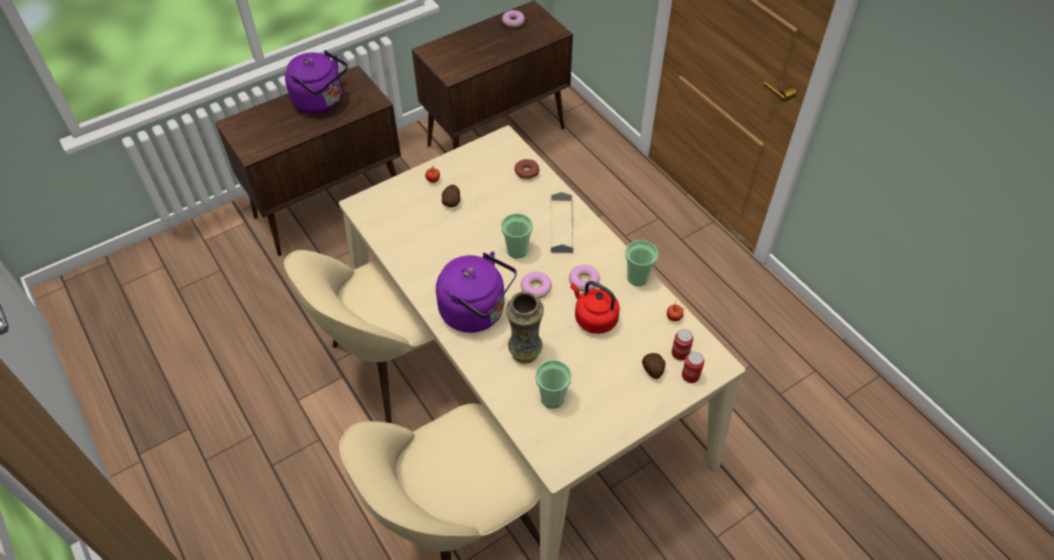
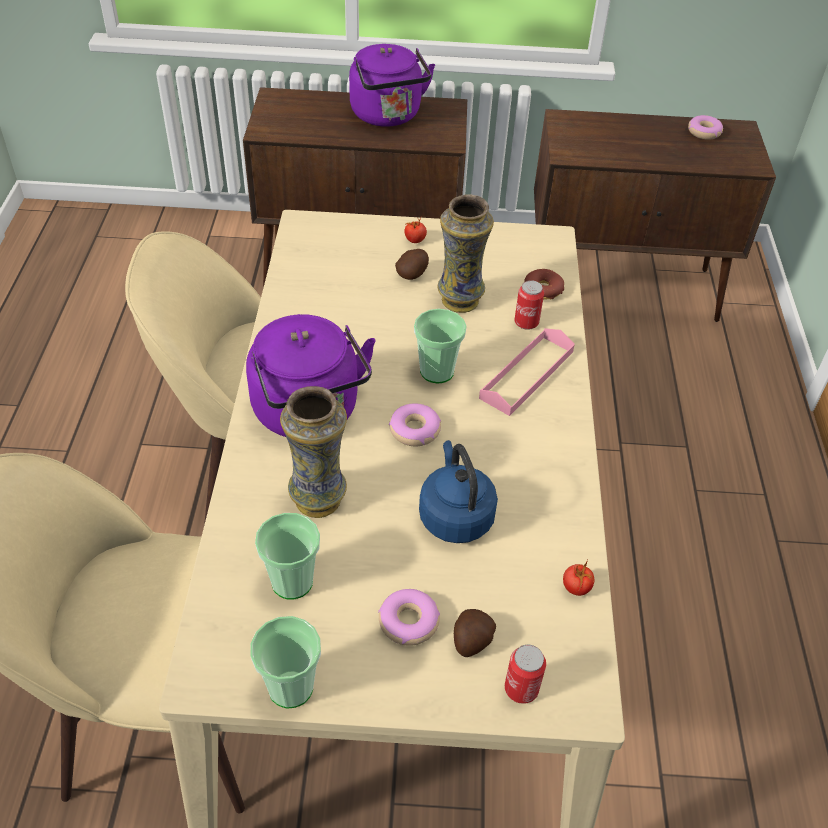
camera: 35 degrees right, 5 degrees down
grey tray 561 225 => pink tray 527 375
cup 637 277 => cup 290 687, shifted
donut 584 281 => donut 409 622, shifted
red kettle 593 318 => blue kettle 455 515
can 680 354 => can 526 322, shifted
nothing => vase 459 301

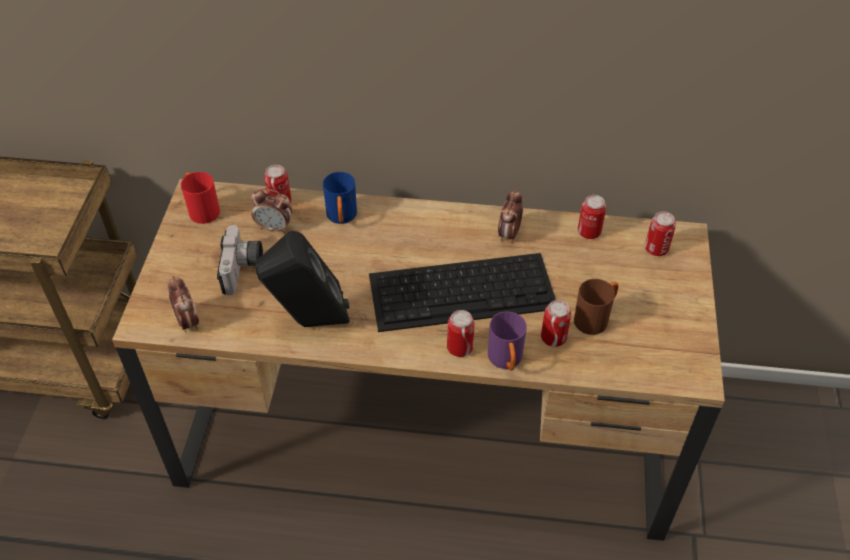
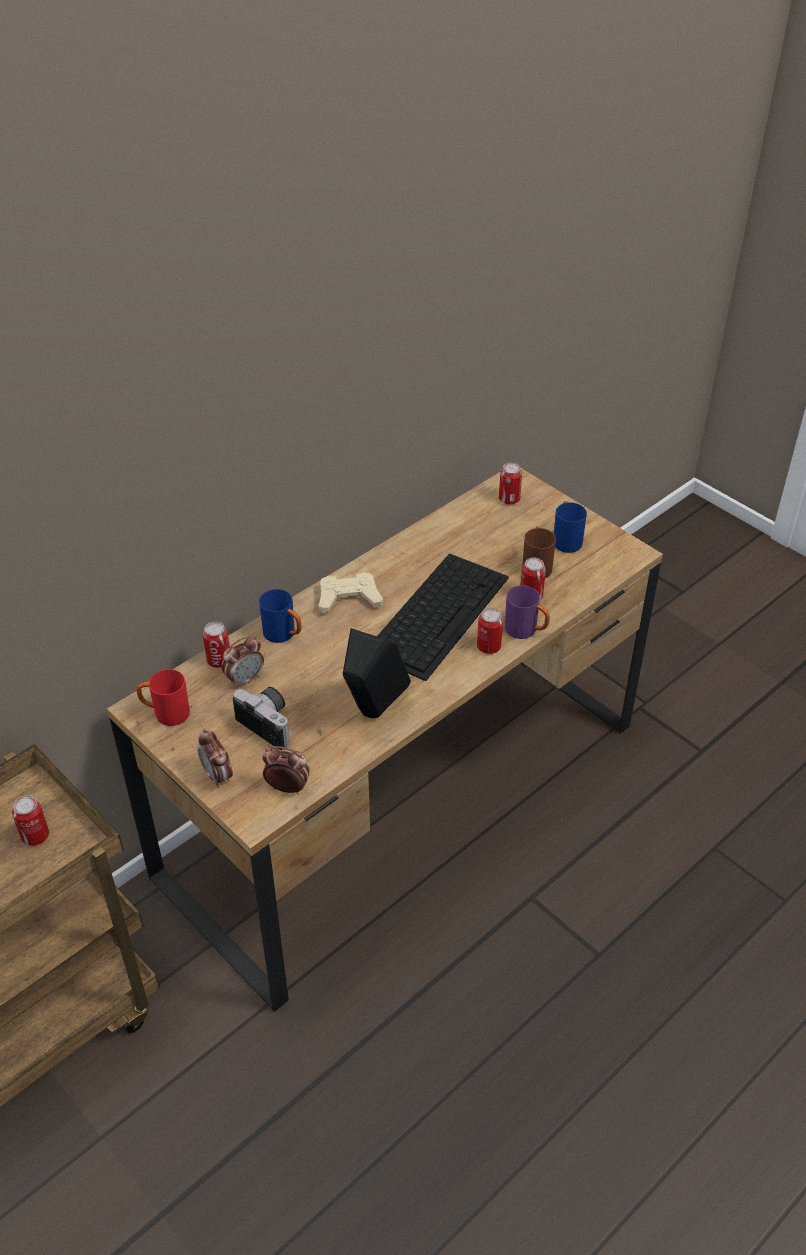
camera: 50 degrees left, 5 degrees down
alarm clock 509 234 => alarm clock 218 776, shifted
can 589 232 => can 35 836, shifted
nothing => blue mug 566 539
nothing => beige game controller 349 598

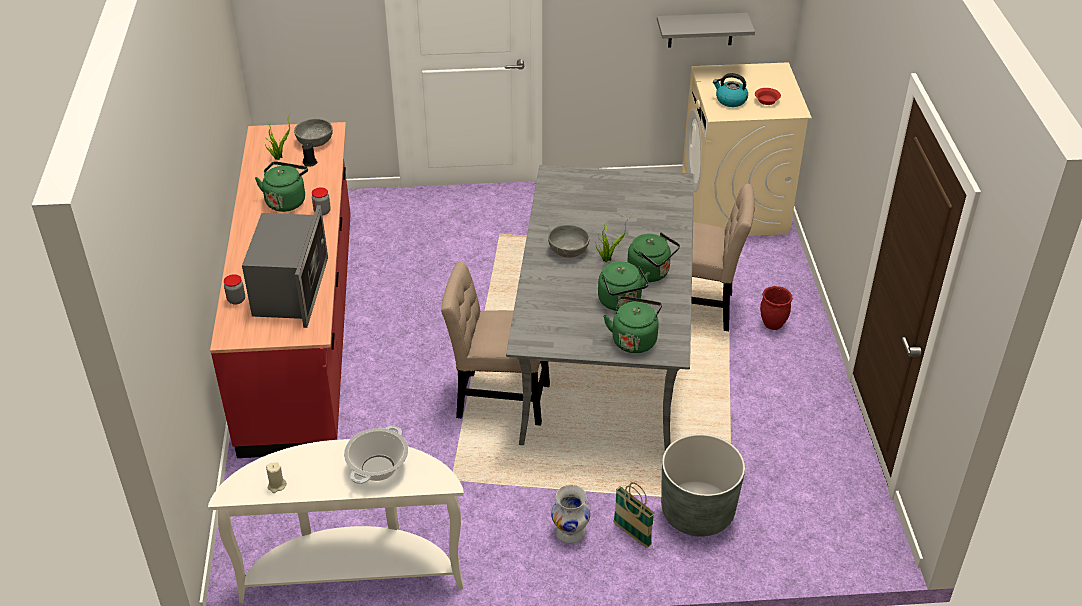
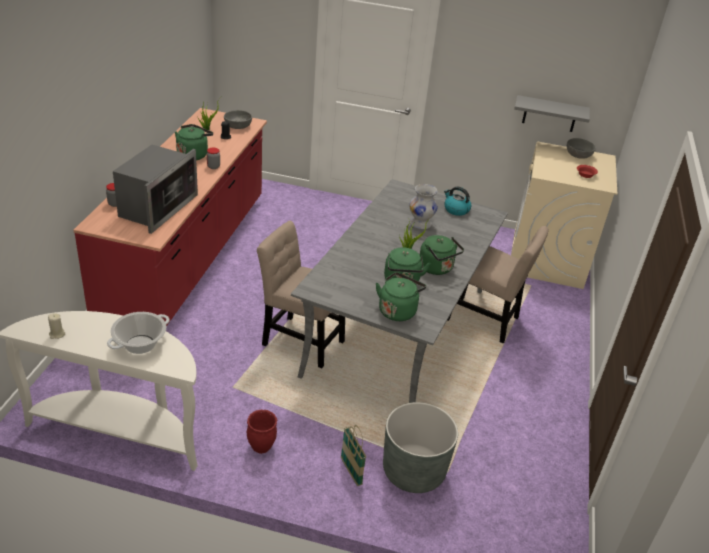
camera: 15 degrees right, 5 degrees down
kettle 730 100 => kettle 456 210, shifted
grey bowl 568 249 => grey bowl 578 154, shifted
red planter 773 324 => red planter 262 447, shifted
white vase 569 532 => white vase 420 223, shifted

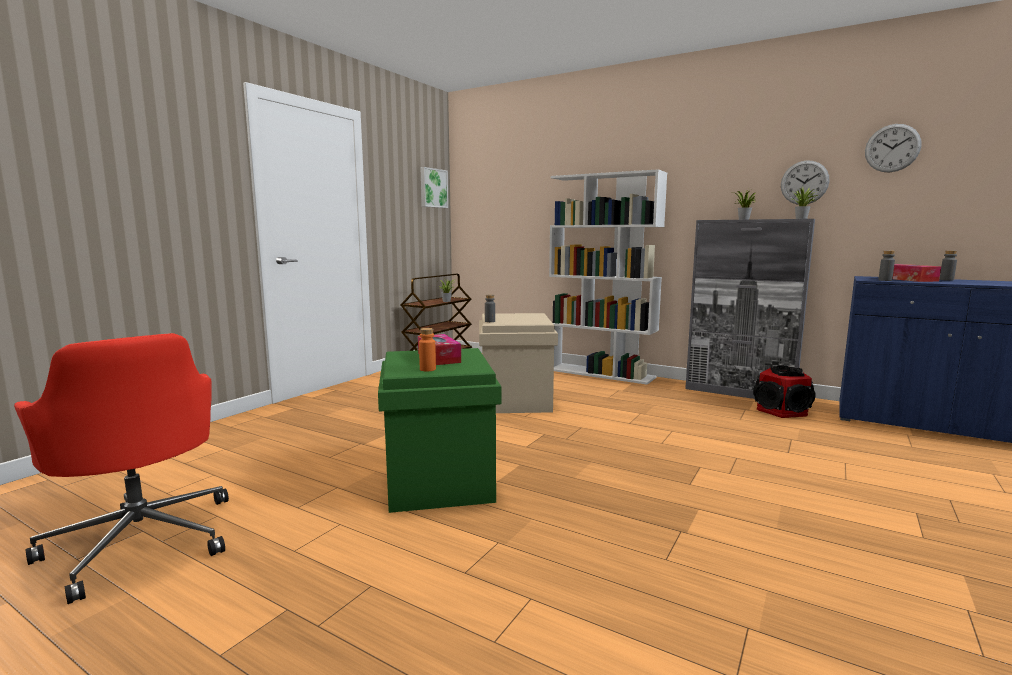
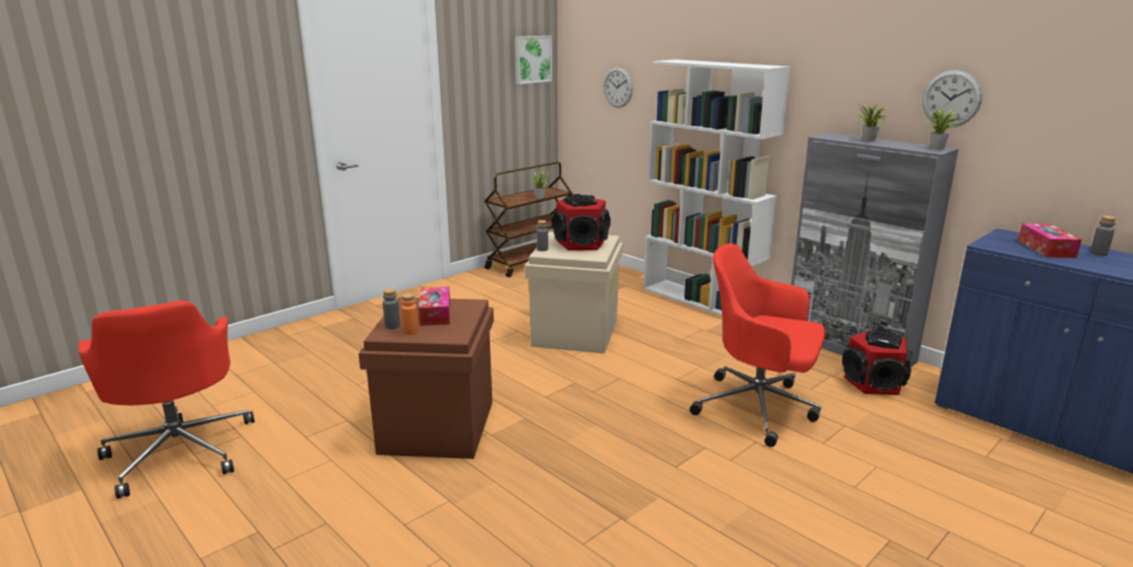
camera: 15 degrees right, 10 degrees up
wall clock 892 148 => wall clock 618 87, shifted
grey bottle 885 280 => grey bottle 392 326, shifted
green storage box 440 481 => brown storage box 438 427
nothing => speaker 582 244
nothing => red office chair 758 408

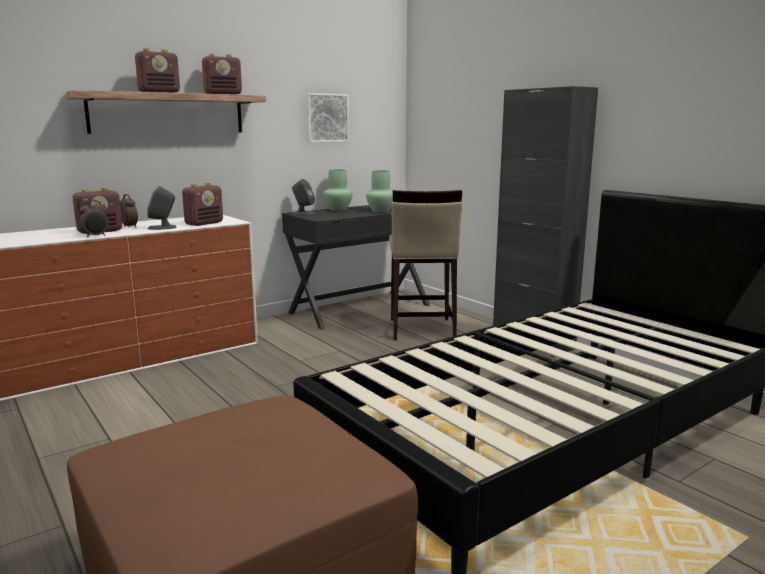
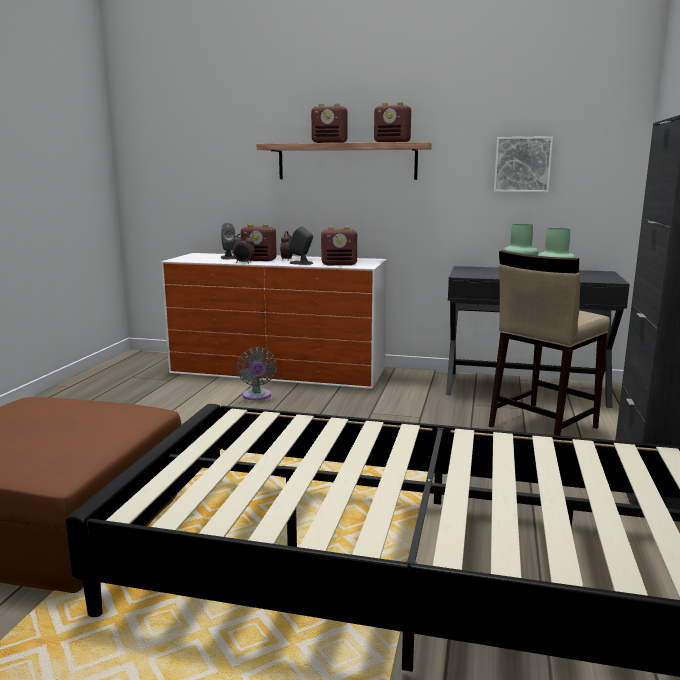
camera: 50 degrees right, 0 degrees up
grey speaker 303 213 => grey speaker 228 257, shifted
nothing => grey fan 257 396

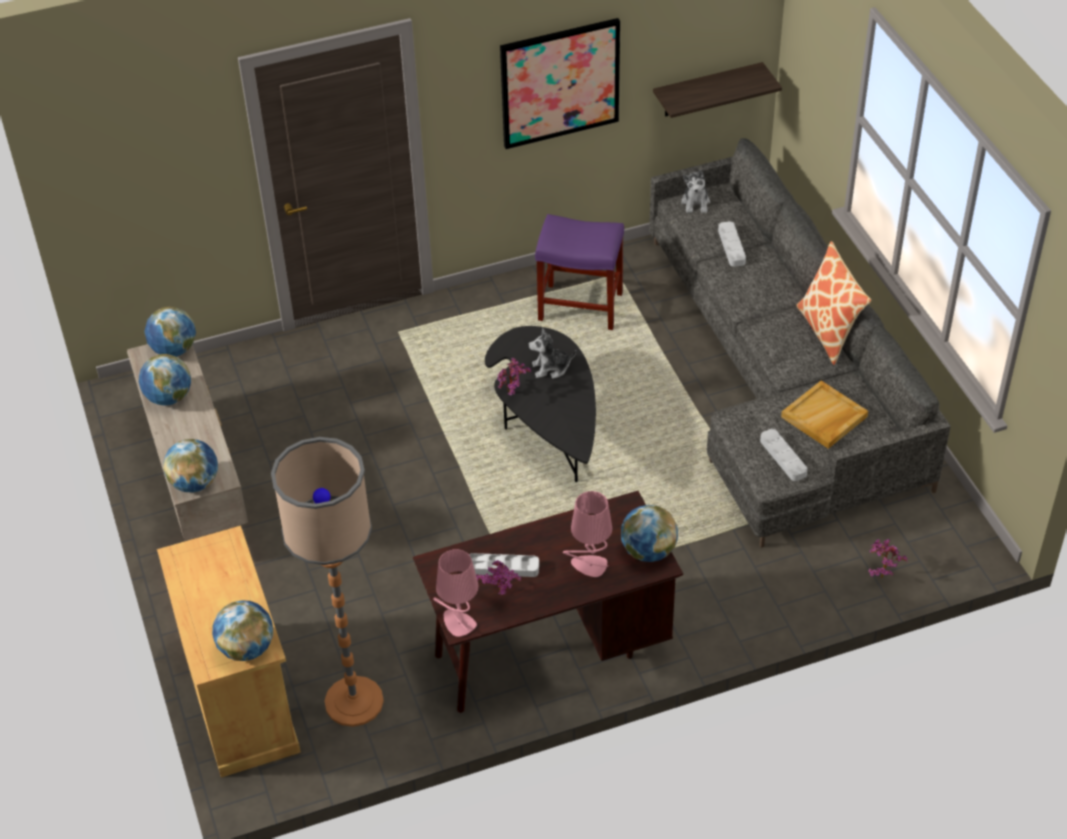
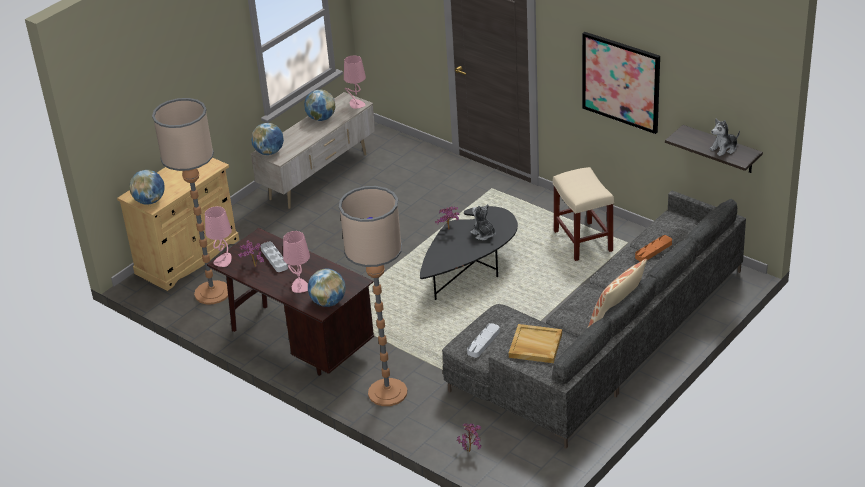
camera: 60 degrees right, 10 degrees down
plush toy 696 202 => plush toy 724 149, shifted
purple stool 579 307 => beige stool 582 241
grey tray 731 246 => orange tray 653 250
globe 174 350 => pink table lamp 356 104
nothing => floor lamp 387 393

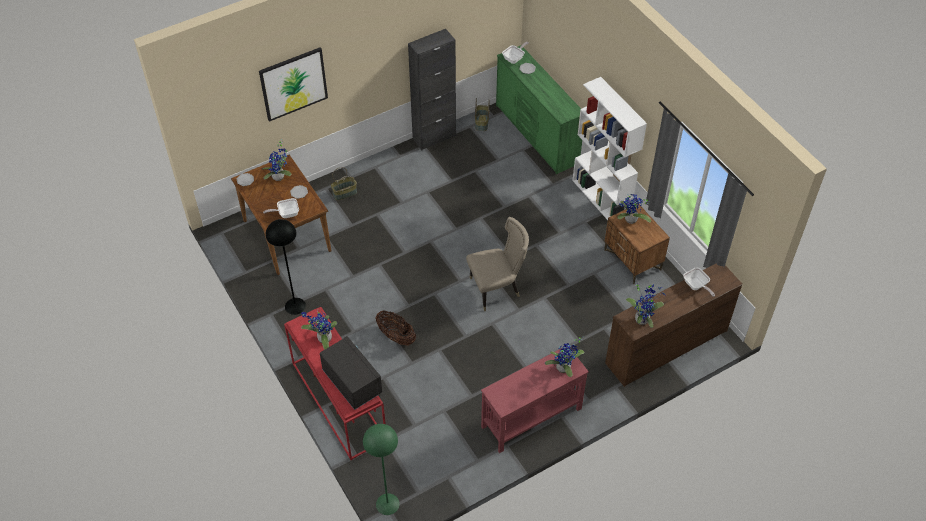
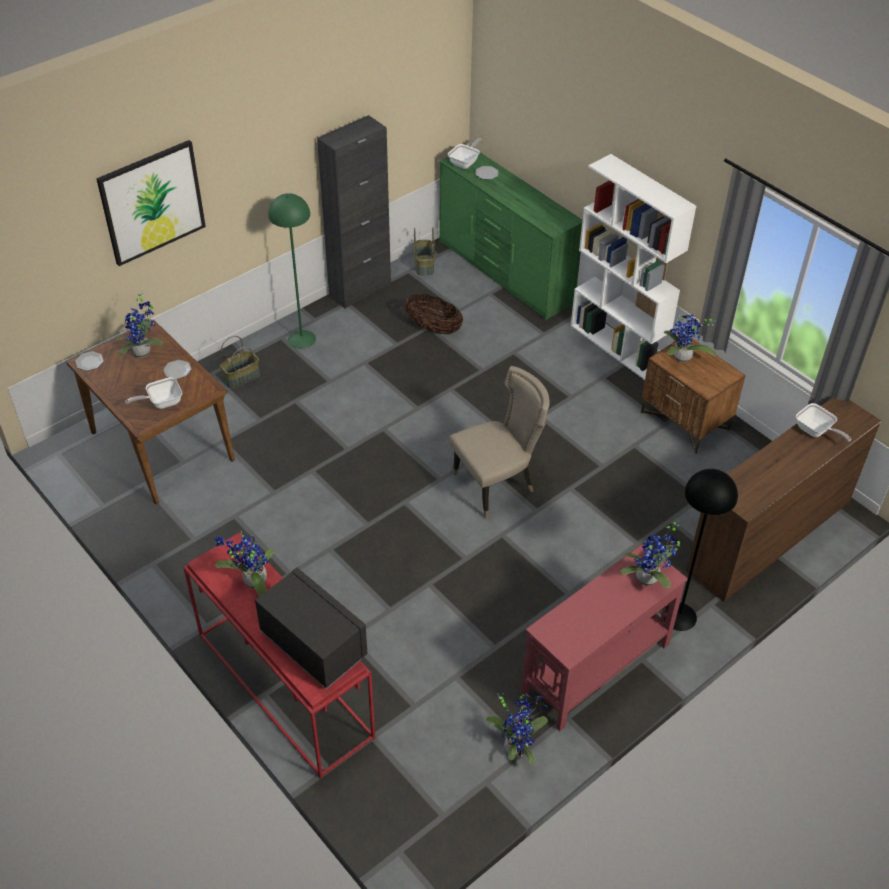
camera: 10 degrees left, 5 degrees down
black floor lamp 295 305 => black floor lamp 679 616, shifted
potted plant 643 319 => potted plant 517 747, shifted
basket 396 336 => basket 434 328, shifted
green floor lamp 387 504 => green floor lamp 302 339, shifted

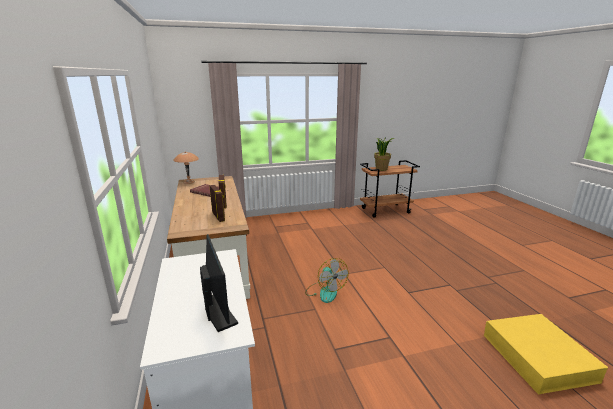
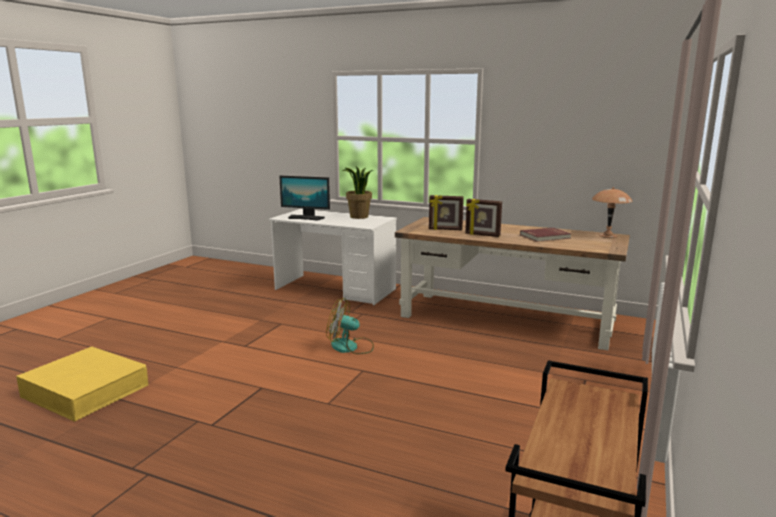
camera: 130 degrees right, 5 degrees down
potted plant 381 169 => potted plant 359 217, shifted

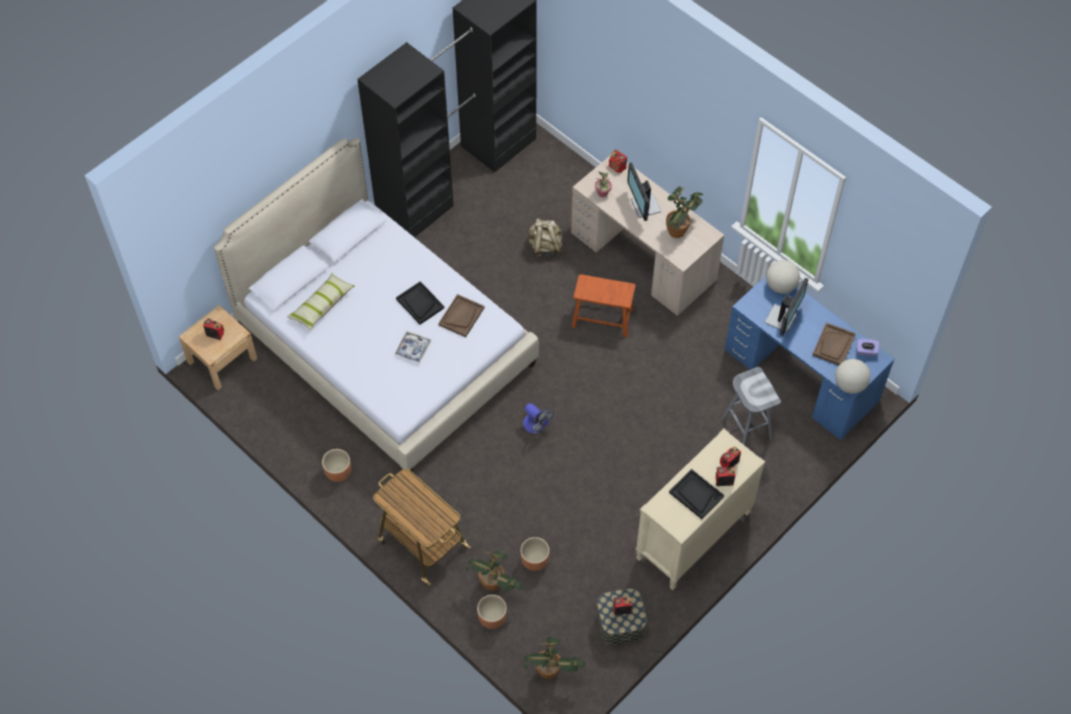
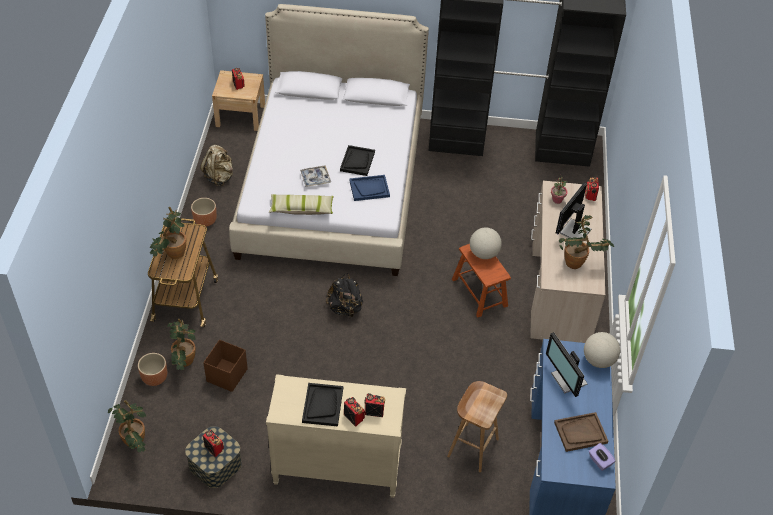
camera: 50 degrees right, 10 degrees down
beige backpack 545 246 => beige backpack 219 177, shifted
pillow 321 305 => pillow 301 209, shifted
monitor 782 318 => monitor 567 380, 75 degrees clockwise
brown tray 461 316 => blue tray 369 188
globe 850 384 => globe 484 254, shifted
grey stool 746 428 => brown stool 473 447
fan 536 426 => black backpack 345 308
brown planter 535 560 => brown storage box 226 375
nothing => potted plant 172 255

